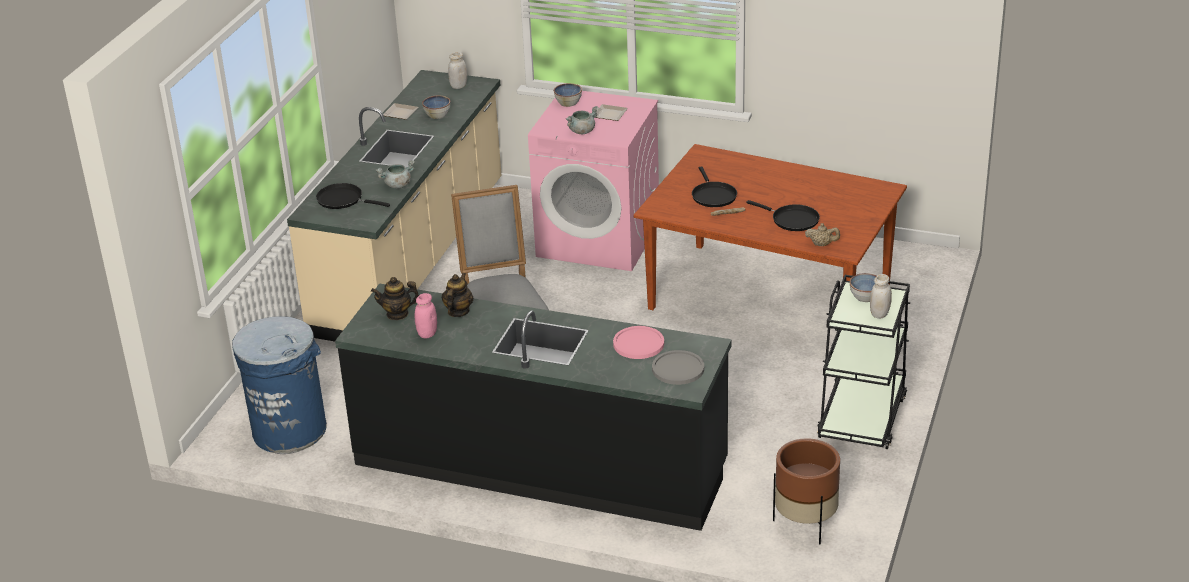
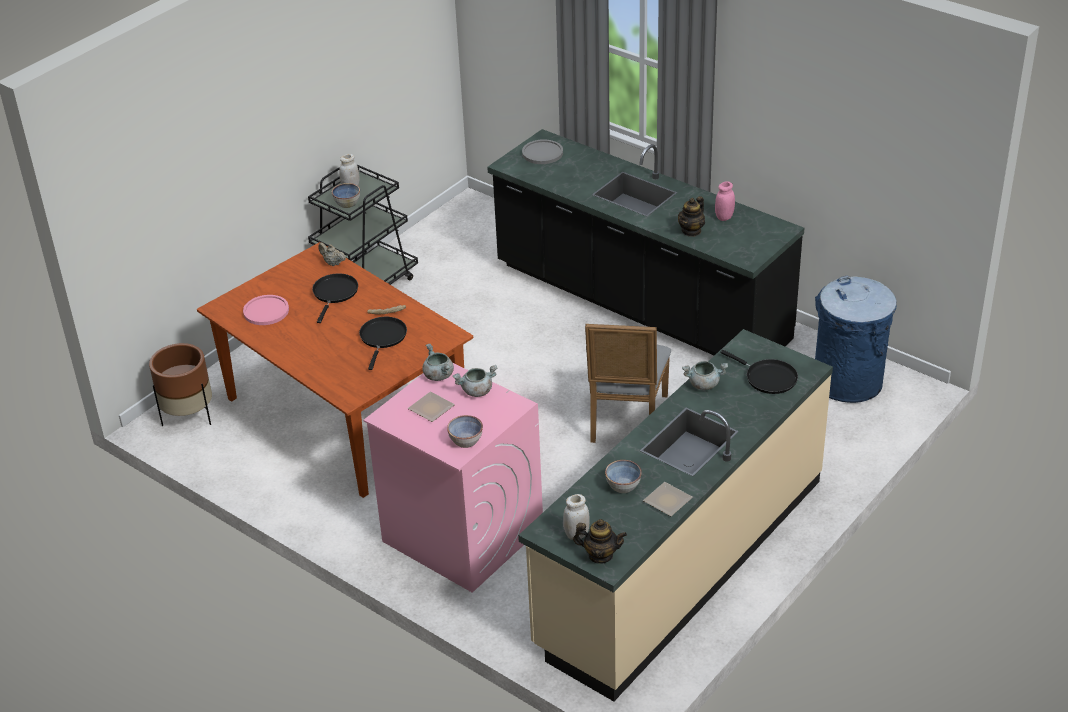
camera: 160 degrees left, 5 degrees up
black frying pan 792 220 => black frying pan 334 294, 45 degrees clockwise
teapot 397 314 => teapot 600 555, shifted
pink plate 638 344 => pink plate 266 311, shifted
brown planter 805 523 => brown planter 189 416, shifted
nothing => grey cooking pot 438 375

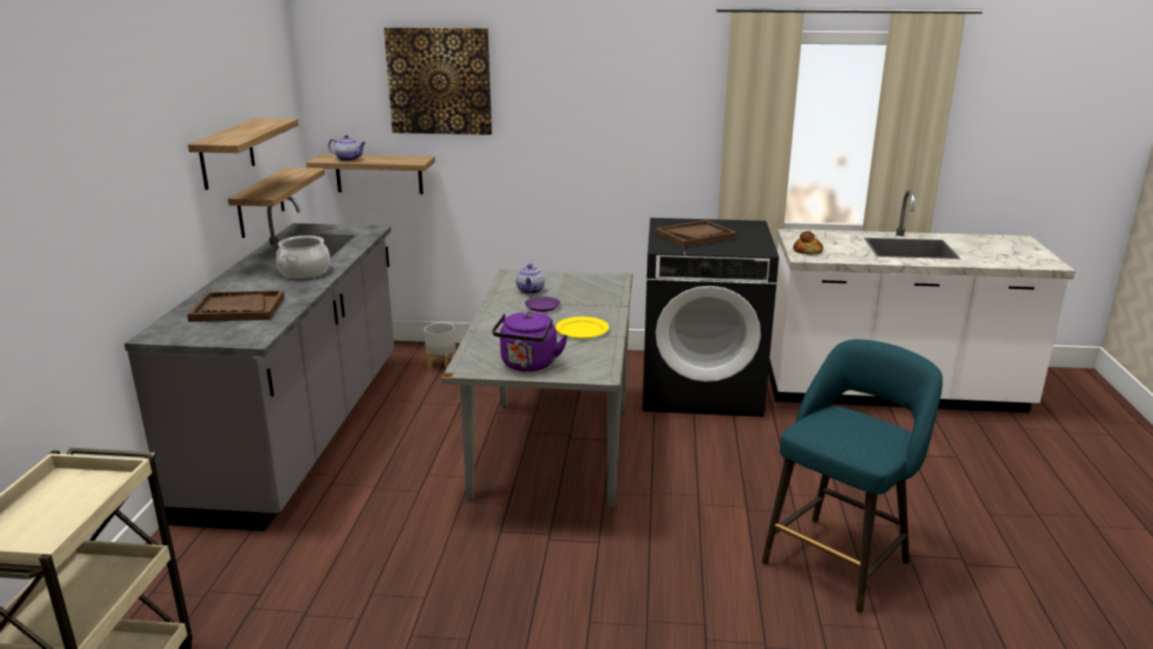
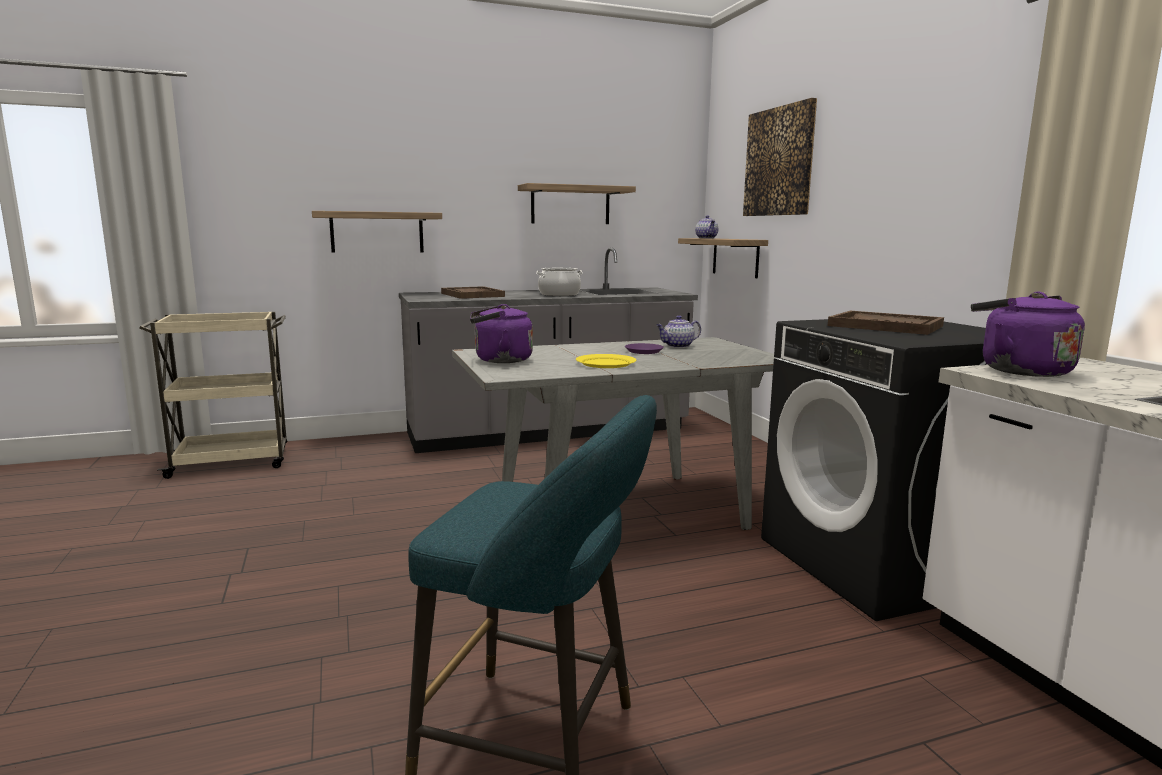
camera: 65 degrees right, 10 degrees down
shelf 260 202 => shelf 377 232, shifted
bread 807 251 => purple kettle 1019 370
grey planter 442 365 => nothing

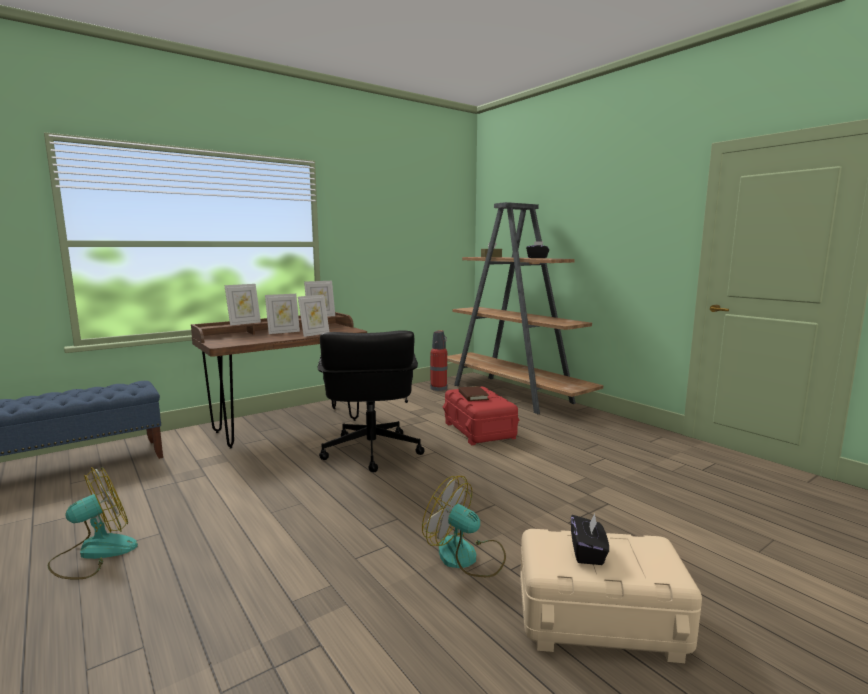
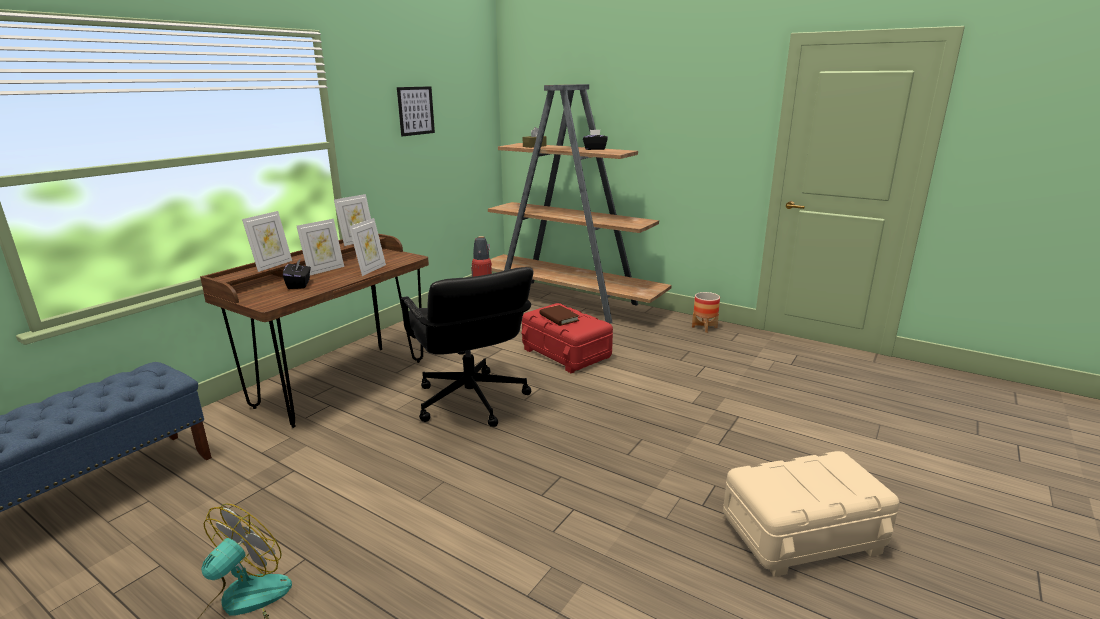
camera: 20 degrees left, 10 degrees up
fan 466 557 => nothing
black tissue box 588 553 => black tissue box 299 284, shifted
nothing => picture 415 111
nothing => planter 704 327

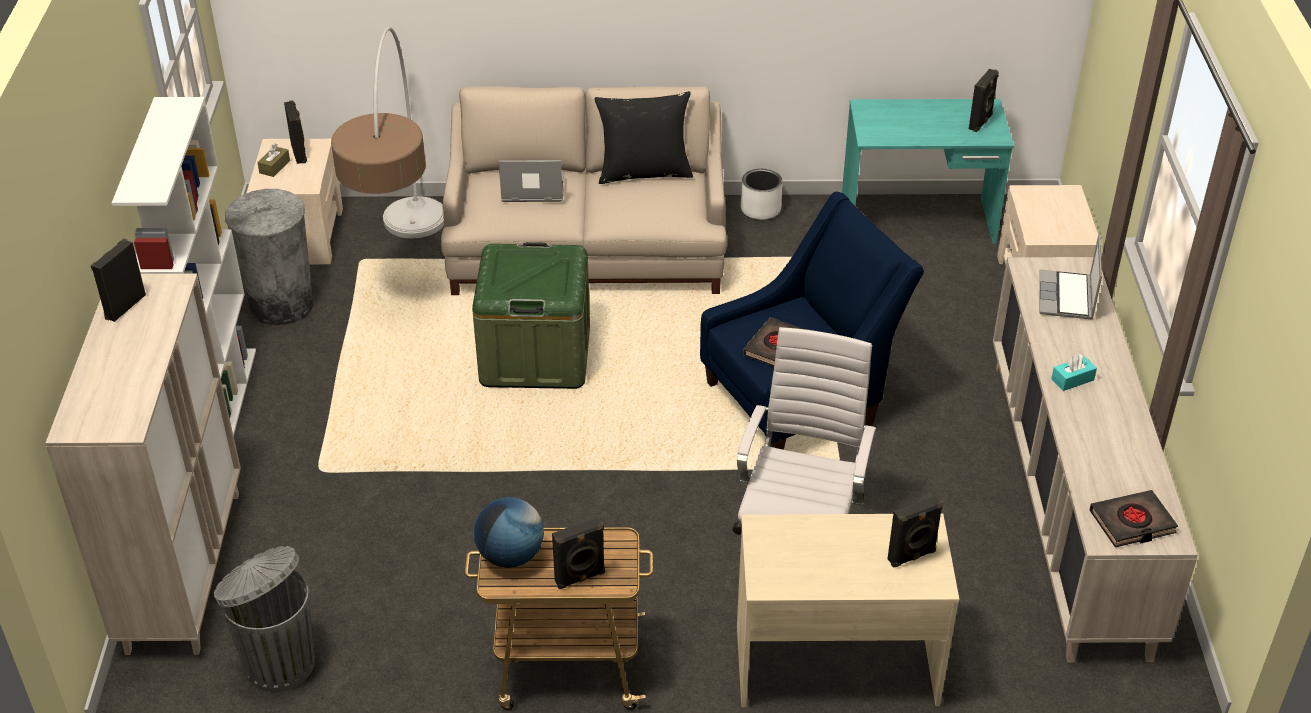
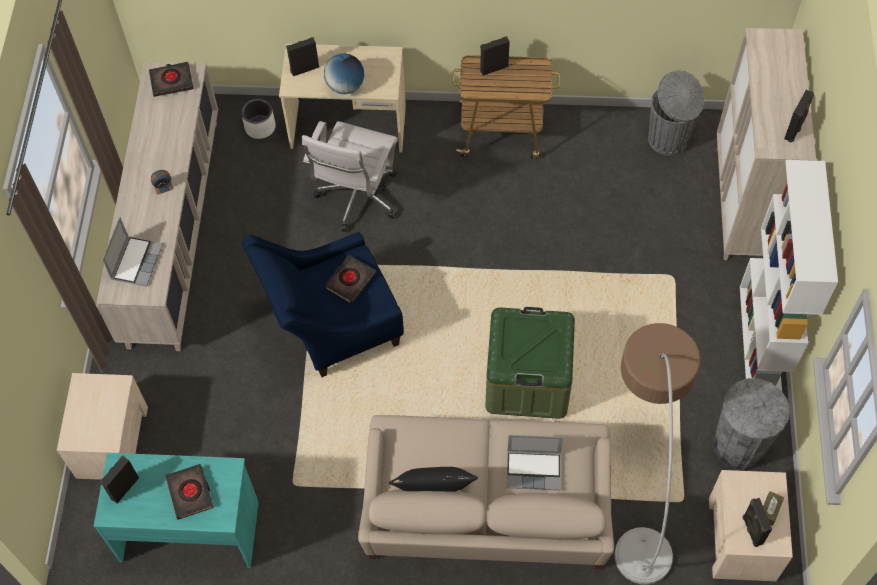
camera: 175 degrees left, 20 degrees up
white planter 761 209 => white planter 260 127, shifted
turquoise tissue box 1072 379 => alarm clock 163 186
globe 510 556 => globe 345 86, shifted
nothing => black book 190 493

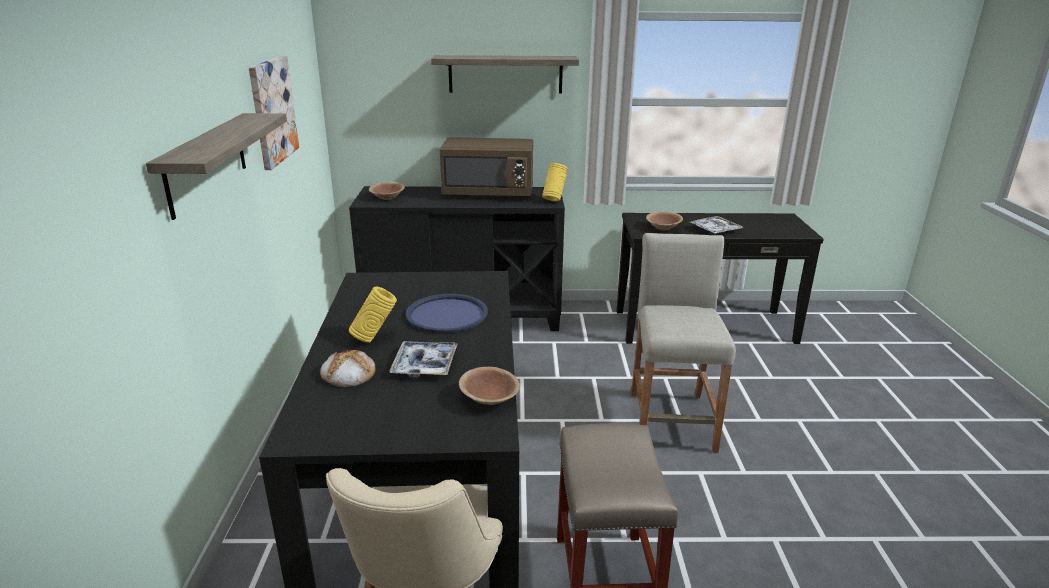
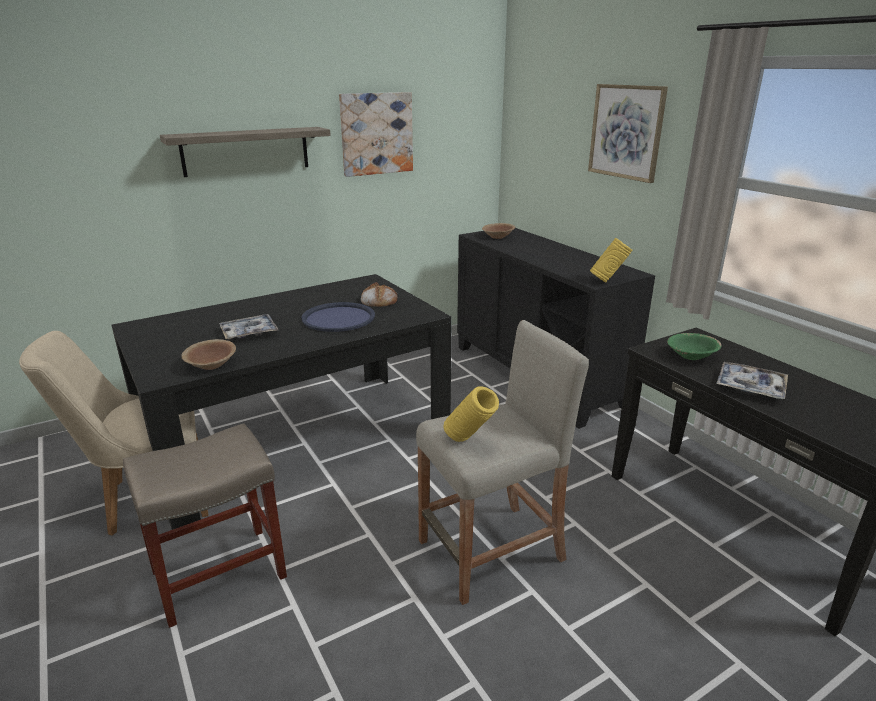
camera: 60 degrees right, 0 degrees up
shelf 505 74 => picture 626 132
brown microwave 489 193 => nothing
brown bowl 663 228 => green bowl 691 356
yellow vase 375 339 => yellow vase 470 441, shifted
bread 348 373 => bread 378 300, shifted

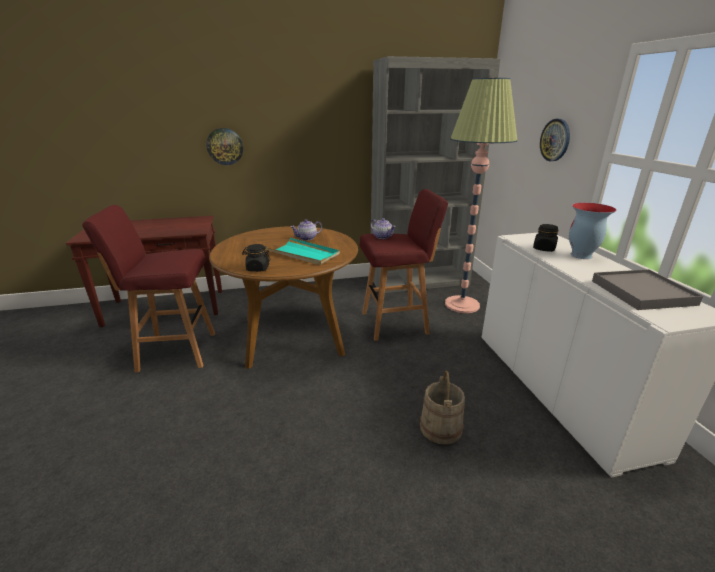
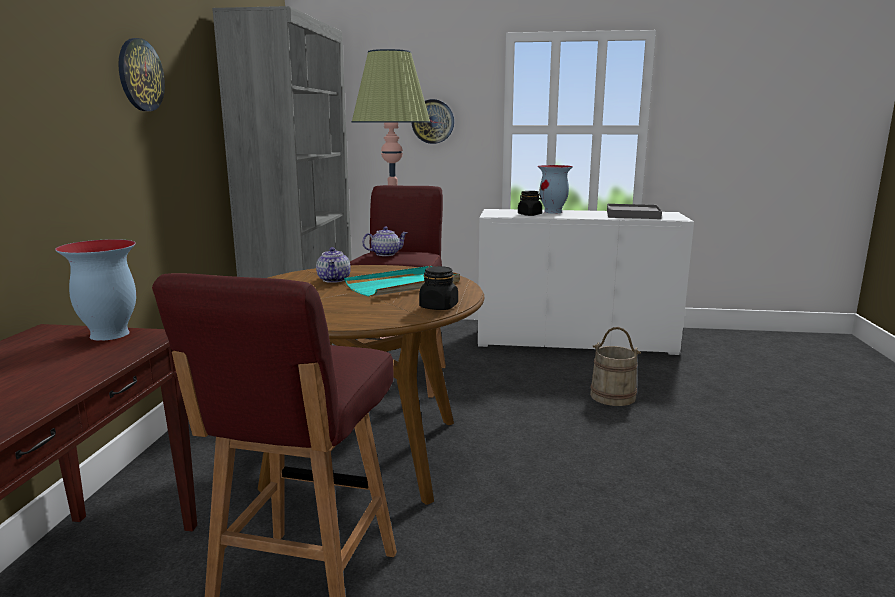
camera: 70 degrees left, 10 degrees down
wall clock 225 146 => wall clock 140 75, shifted
nothing => vase 108 335

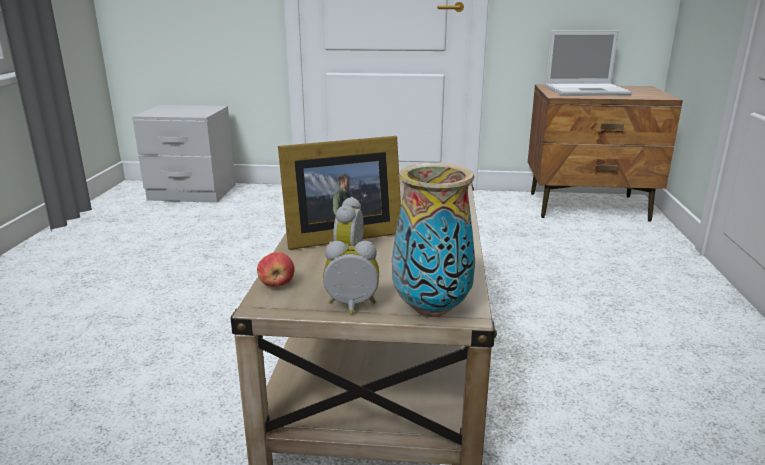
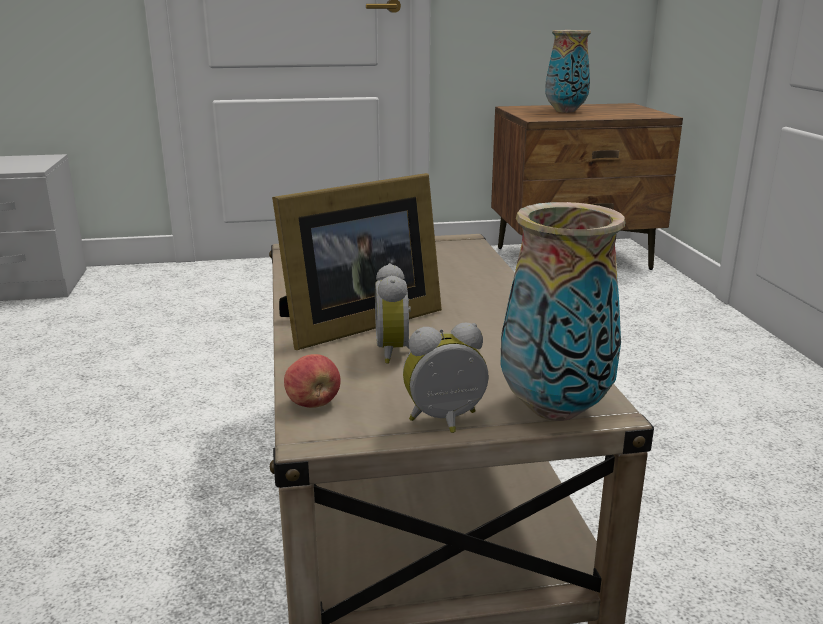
camera: 15 degrees left, 0 degrees up
laptop 587 90 => vase 565 111

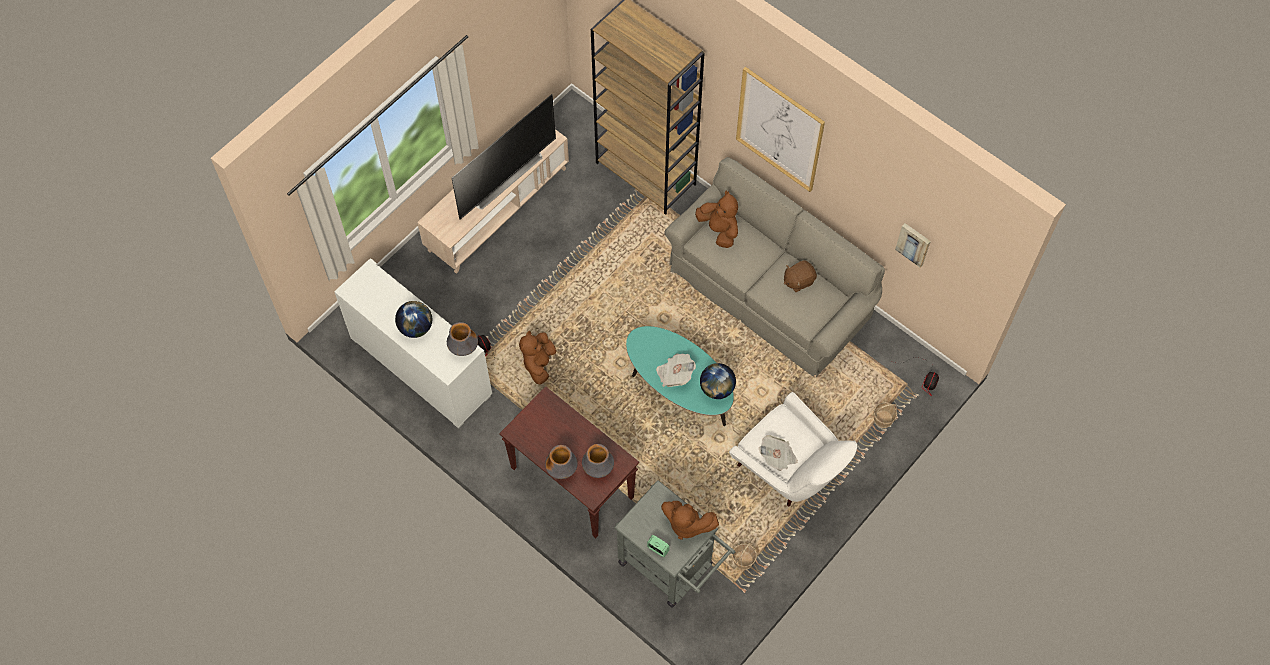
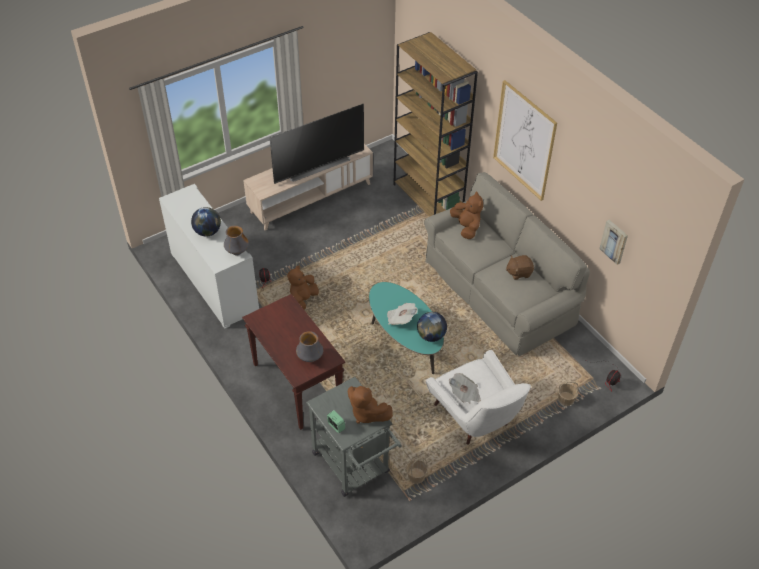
camera: 15 degrees right, 15 degrees down
vase 562 469 => nothing

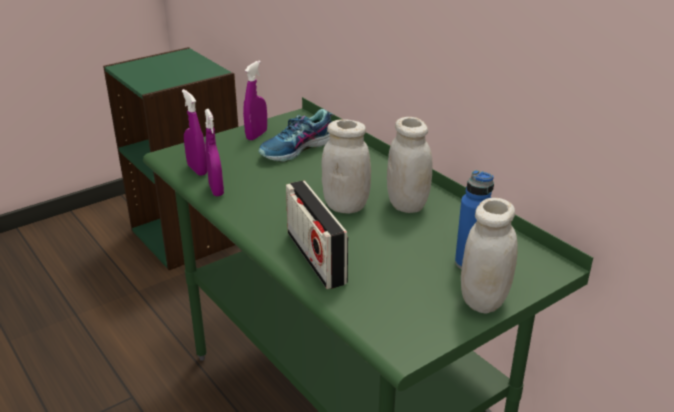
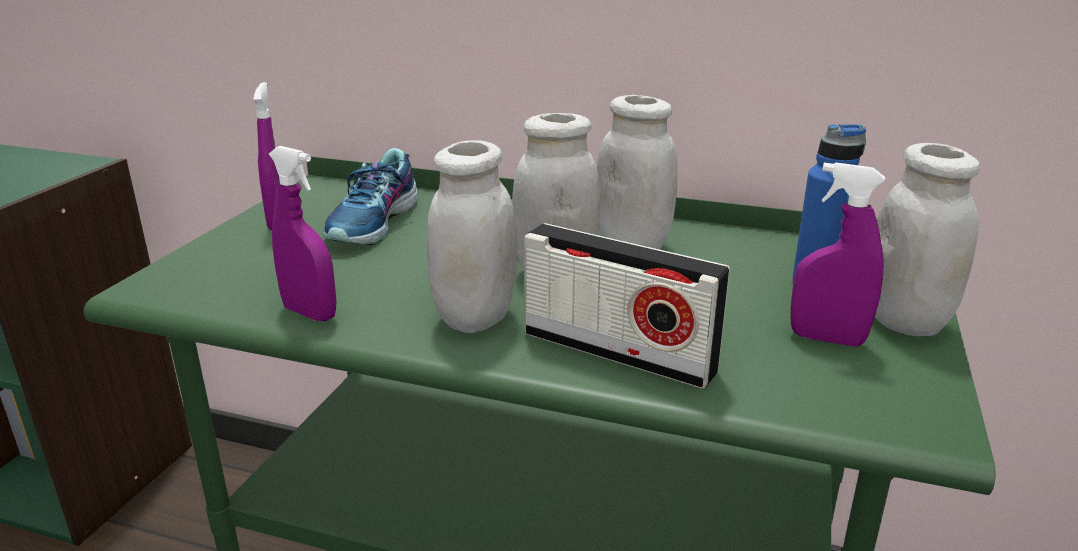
camera: 35 degrees left, 5 degrees down
purple spray bottle 197 170 => purple spray bottle 827 339, shifted
nothing => white jar 475 317

